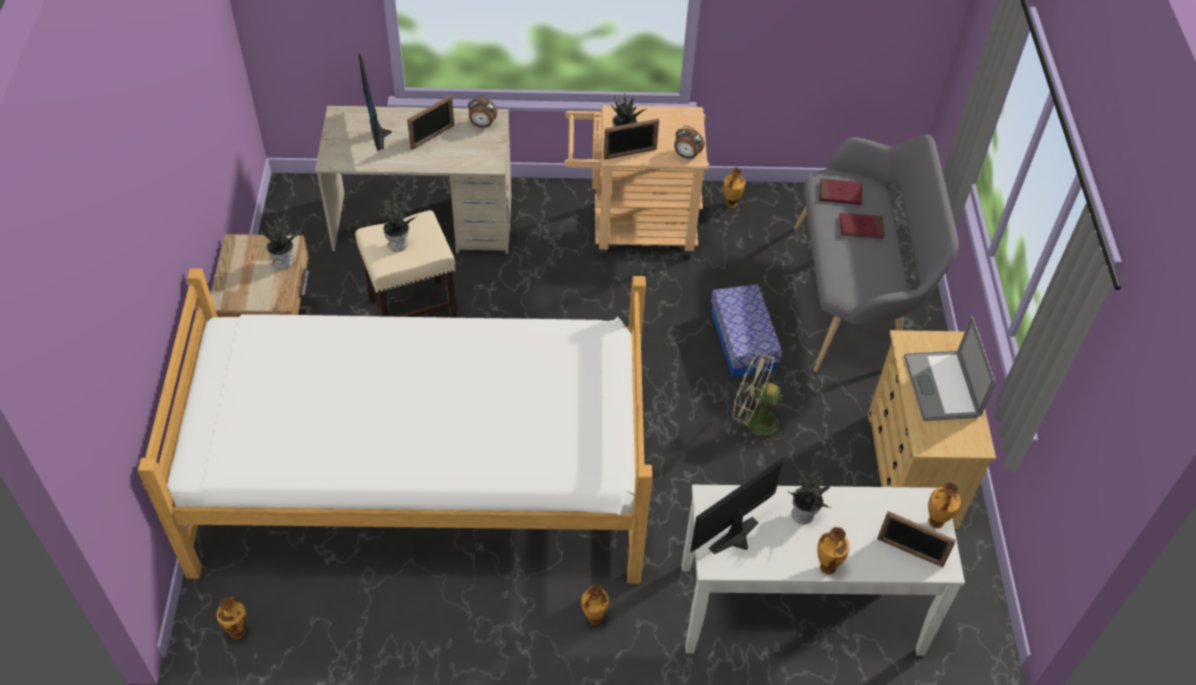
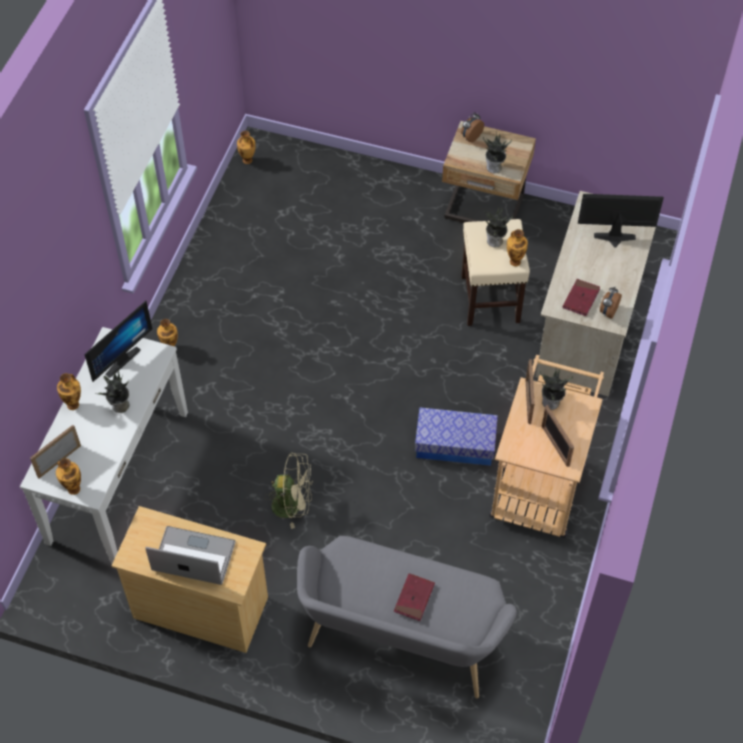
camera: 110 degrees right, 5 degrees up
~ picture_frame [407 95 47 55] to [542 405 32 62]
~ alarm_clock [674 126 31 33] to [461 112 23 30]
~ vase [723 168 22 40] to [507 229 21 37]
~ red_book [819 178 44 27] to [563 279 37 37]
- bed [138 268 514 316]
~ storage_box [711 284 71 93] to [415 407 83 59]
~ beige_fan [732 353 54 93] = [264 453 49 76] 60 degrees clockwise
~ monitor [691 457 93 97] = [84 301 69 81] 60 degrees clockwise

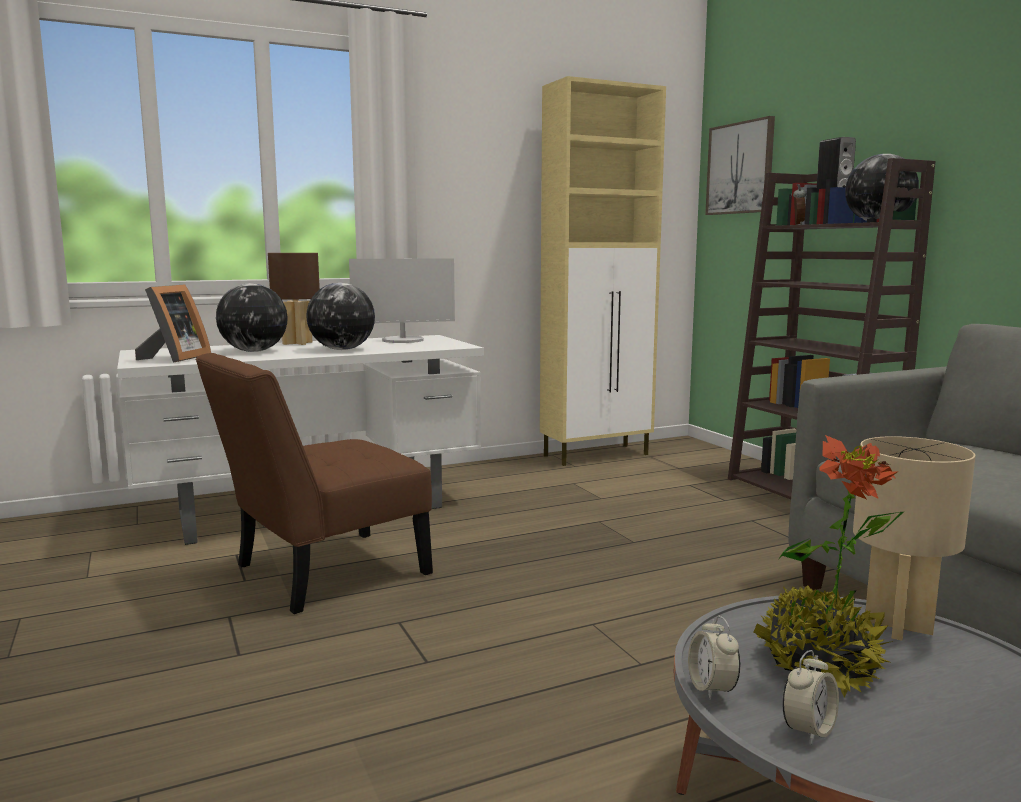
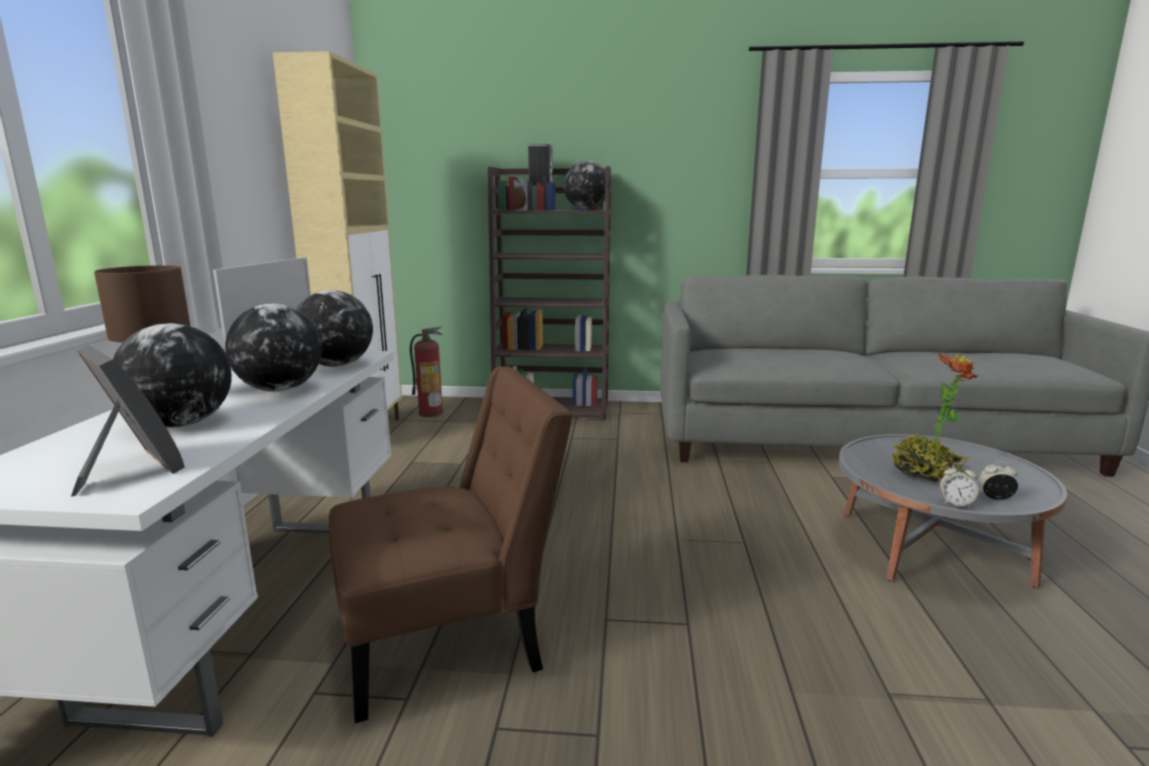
camera: 60 degrees left, 5 degrees up
- picture [705 116 70 99]
~ brown_chair [195 353 238 261] = [329 366 244 357] 105 degrees counterclockwise
- beige_table_lamp [853 436 123 205]
~ alarm_clock [782 650 57 94] = [978 461 40 39] 60 degrees counterclockwise
+ globe [297 290 76 77]
+ fire_extinguisher [410 326 33 91]

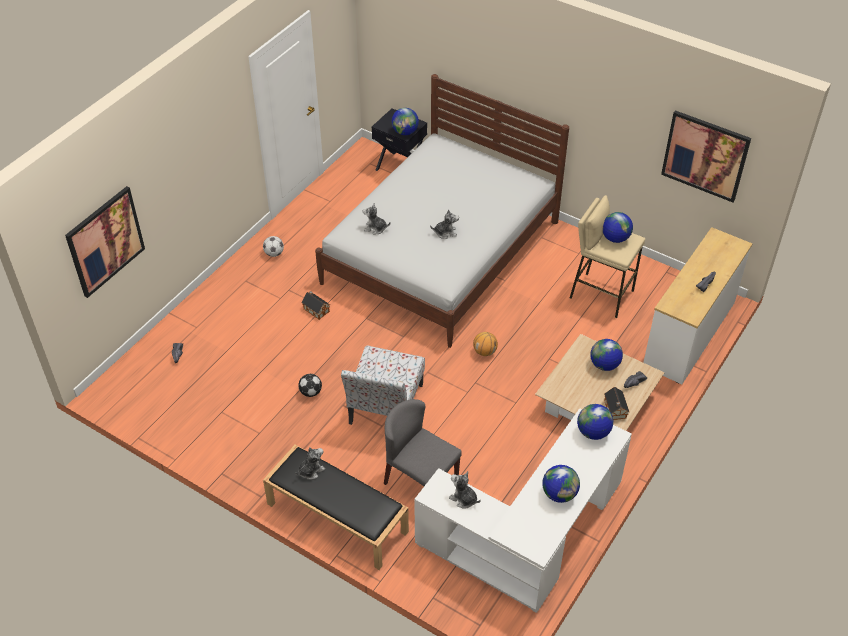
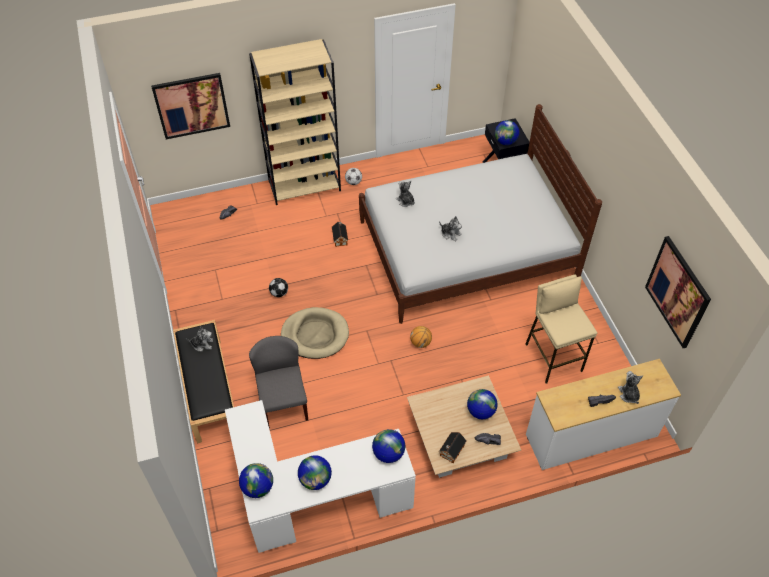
camera: 40 degrees right, 5 degrees up
~ globe [603 212 30 31] to [239 463 34 35]
~ chair [341 346 84 79] to beige_dog_bed [281 307 68 52]
~ plush_toy [449 471 32 38] to [618 371 25 33]
+ beige_bookcase [249 39 92 166]

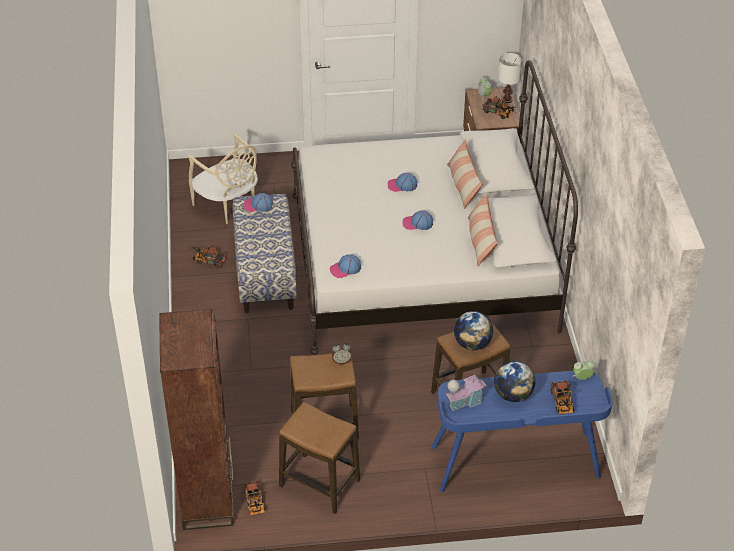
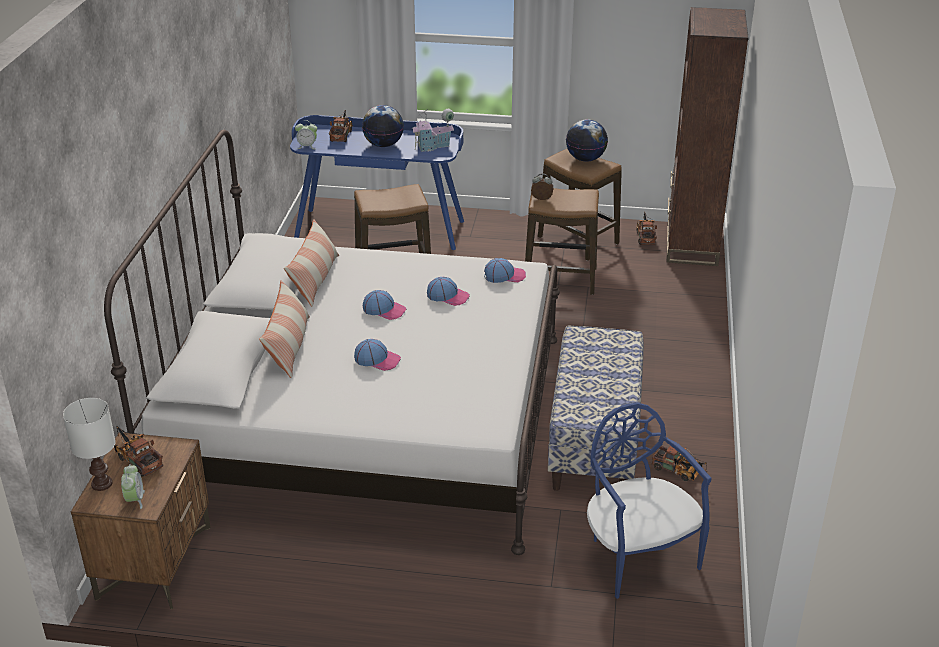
camera: 165 degrees left, 10 degrees down
~ beige_chair [188 134 70 90] to blue_chair [587 403 125 196]
~ cap [243 193 30 19] to [427 277 43 29]
~ globe [454 311 39 39] to [566 119 42 43]

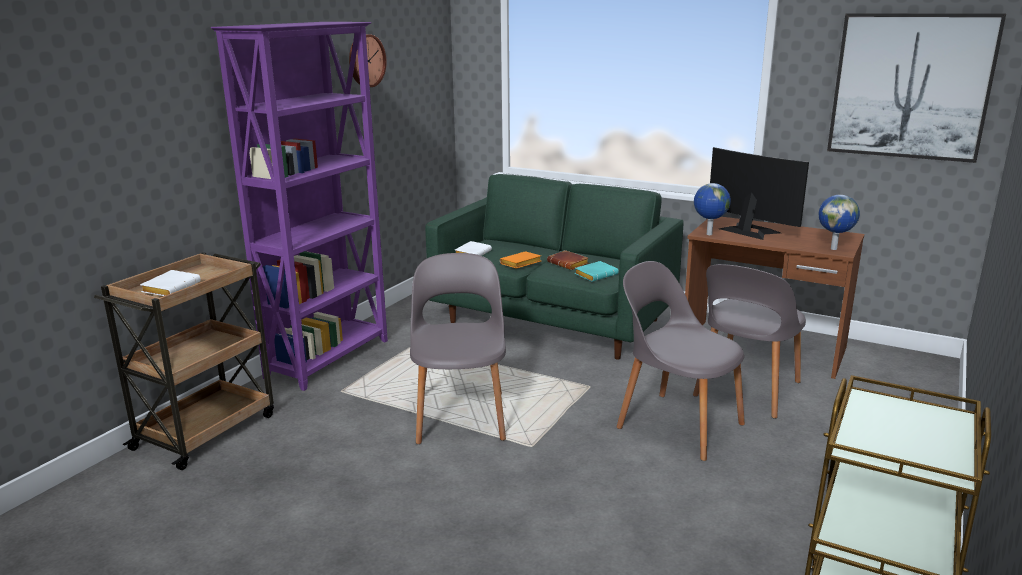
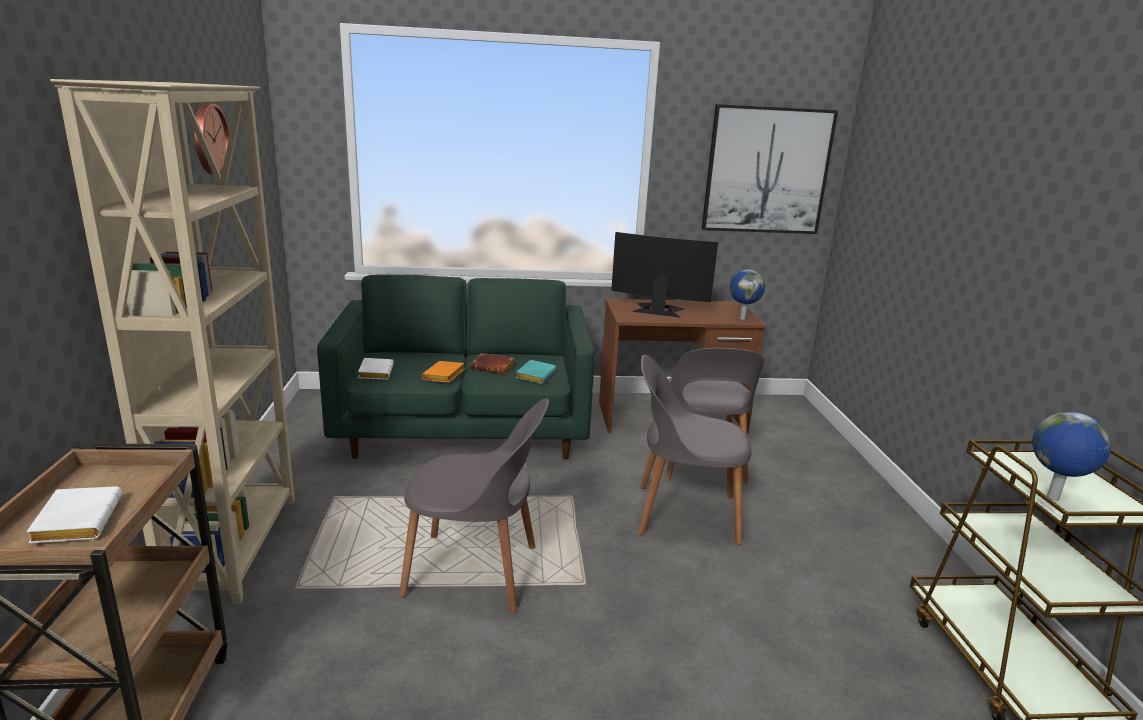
camera: 35 degrees left, 0 degrees up
~ purple_bookcase [211 22 177 369] to beige_bookcase [50 79 245 525]
~ globe [694 183 37 52] to [1032 412 79 89]
~ grey_chair [410 253 96 191] = [399 398 150 214] 135 degrees clockwise

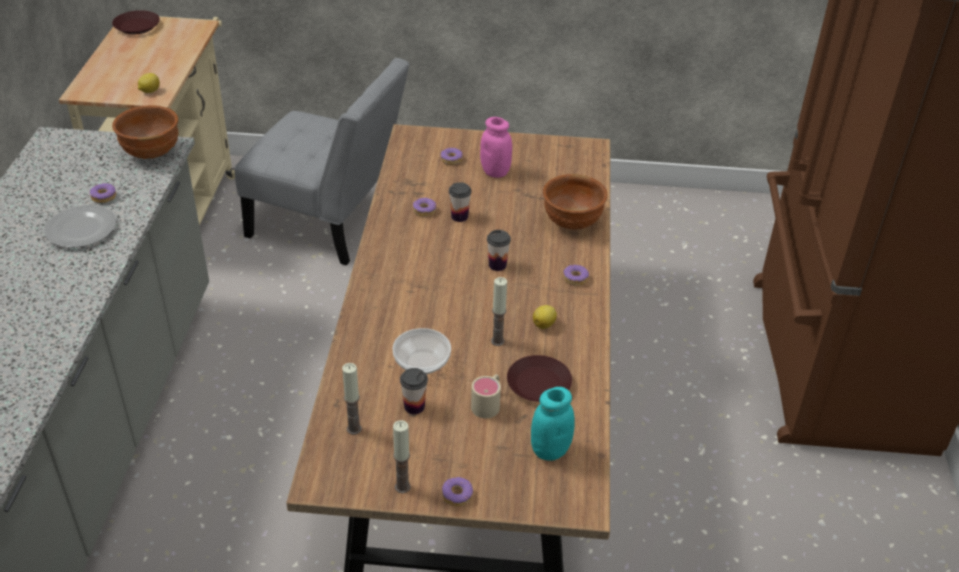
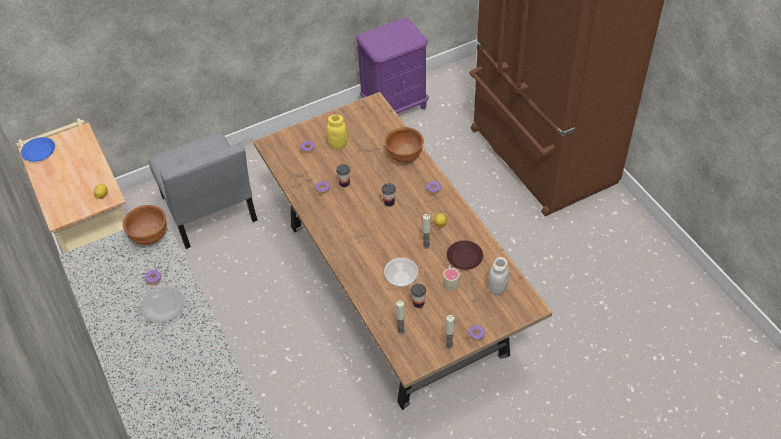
camera: 30 degrees left, 10 degrees up
~ brown_plate [112 10 48 24] to blue_plate [21 137 34 25]
~ grey_chair [235 58 175 207] = [148 132 110 117] 75 degrees clockwise
~ pink_jar [480 117 32 61] to yellow_jar [327 115 21 34]
~ turquoise_jar [531 387 44 74] to white_jar [488 257 21 38]
+ purple_nightstand [355 17 74 96]

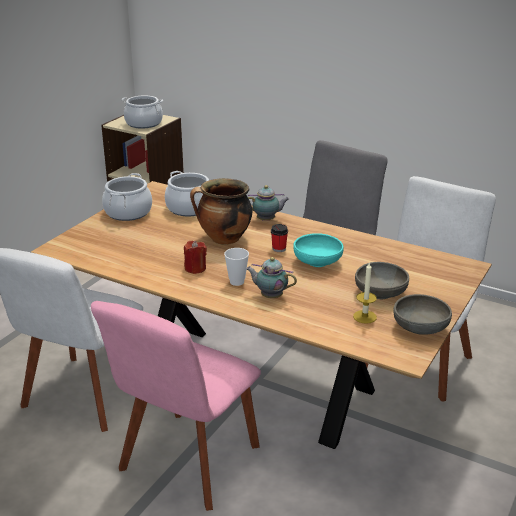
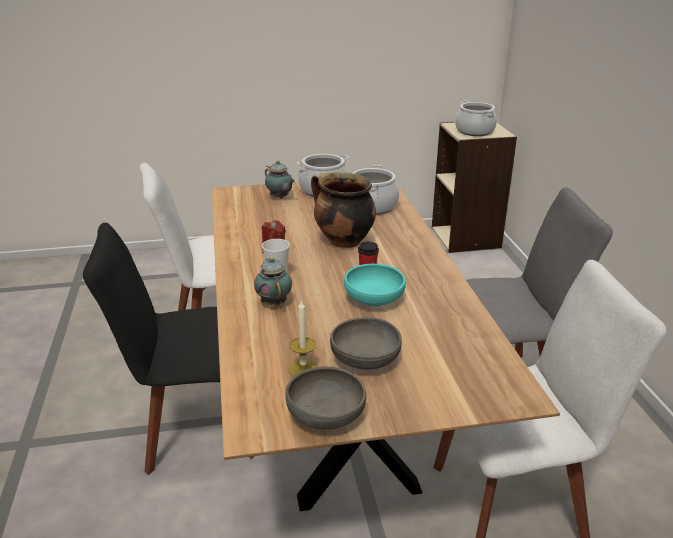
camera: 50 degrees right, 0 degrees up
~ teapot [248 185 41 35] to [265 161 30 37]
~ pink_chair [91 301 170 210] to black_chair [83 223 171 252]

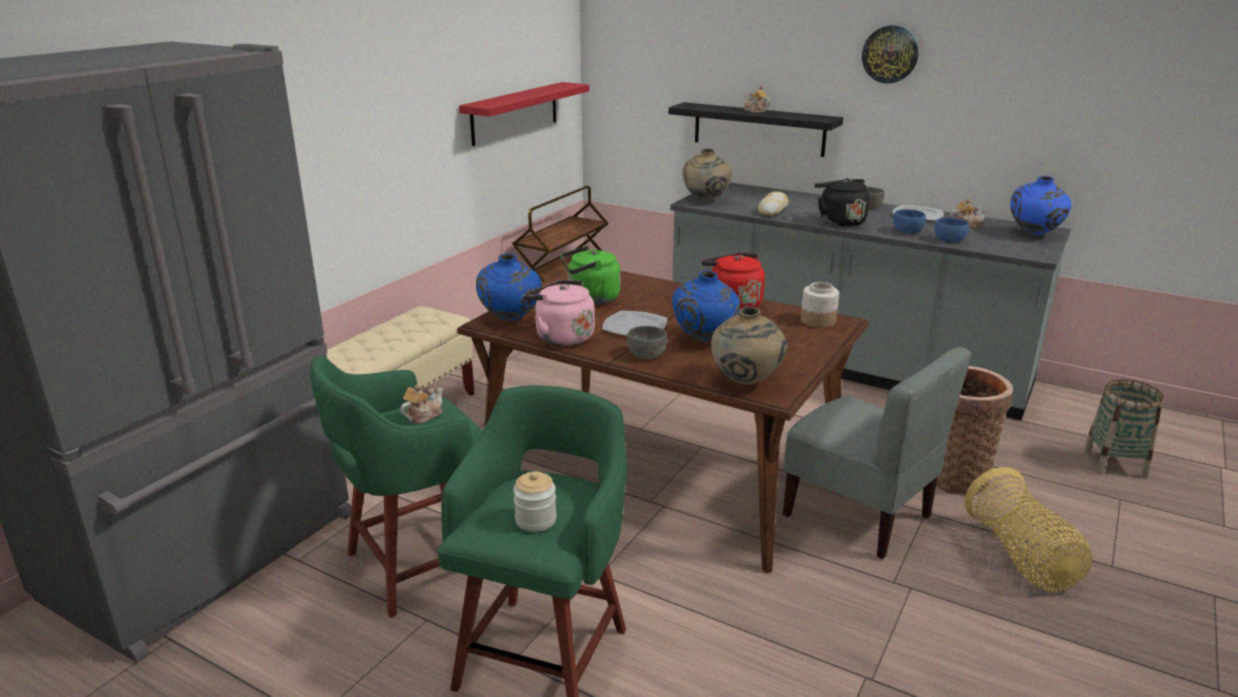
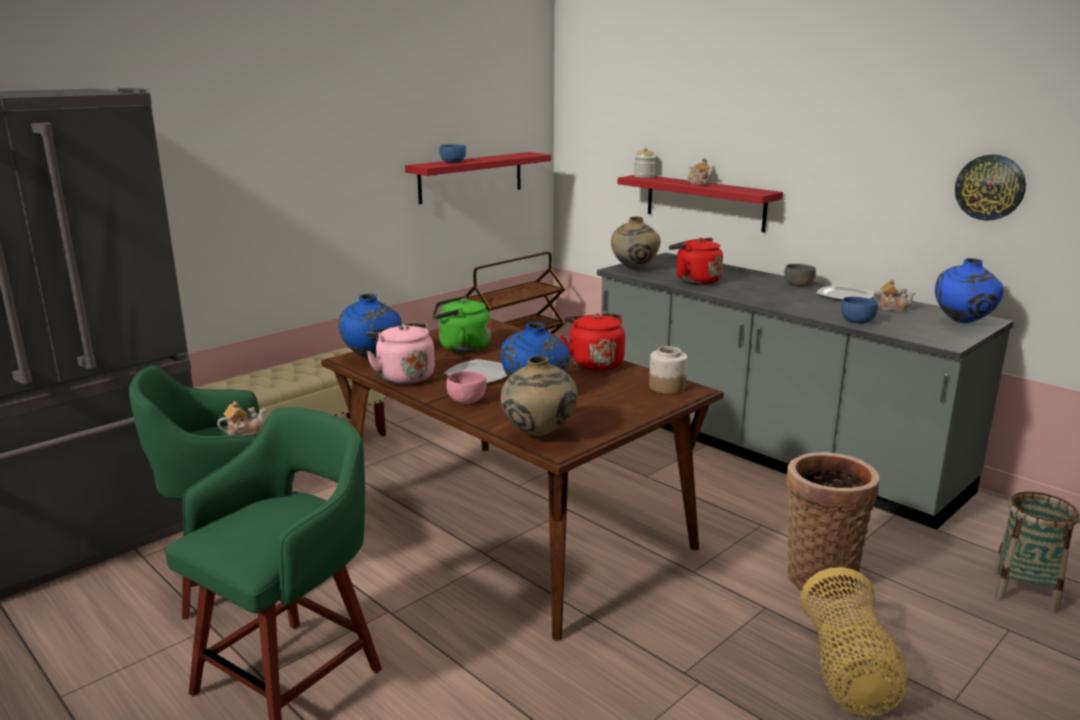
camera: 15 degrees right, 5 degrees down
~ wall_clock [862 25 57 59] to [955 154 71 67]
~ black_shelf [669 102 174 55] to red_shelf [618 175 165 58]
- black_kettle [814 178 55 49]
~ bread [758 191 31 25] to red_kettle [669 238 54 47]
~ blue_bowl [893 209 33 25] to [439 144 27 19]
~ grey_bowl [627 326 40 33] to pink_bowl [446 371 41 33]
- grey_chair [783 347 189 212]
~ jar [513 472 44 60] to [634 147 22 31]

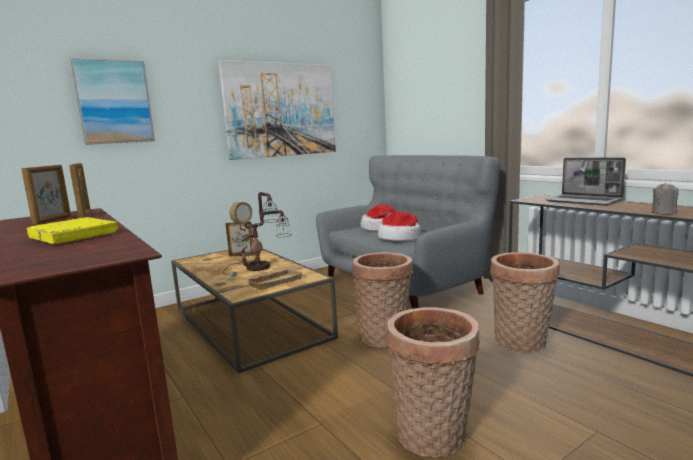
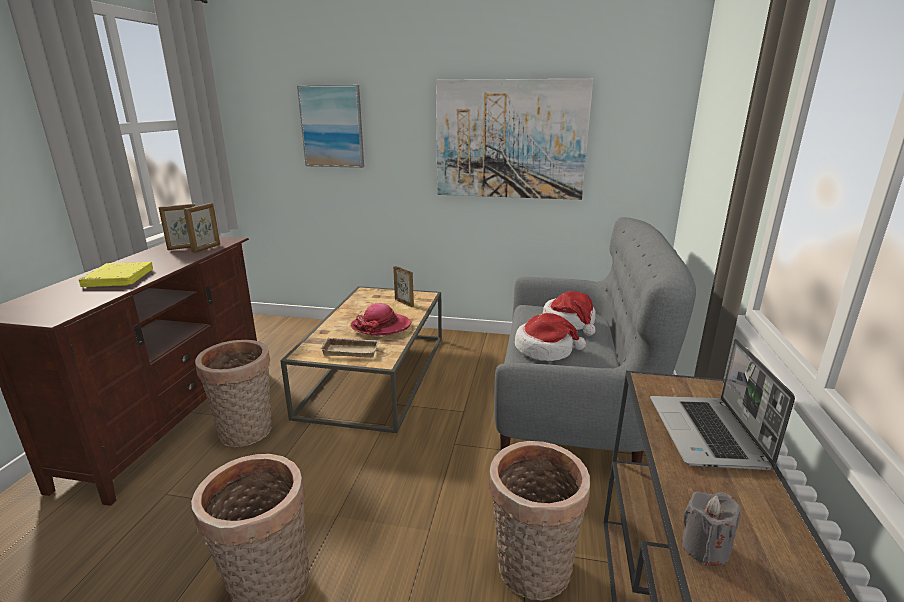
camera: 45 degrees right, 10 degrees up
~ table_lamp [223 192 68 85] to hat [351 303 60 33]
~ basket [352 252 61 96] to [195 340 77 107]

